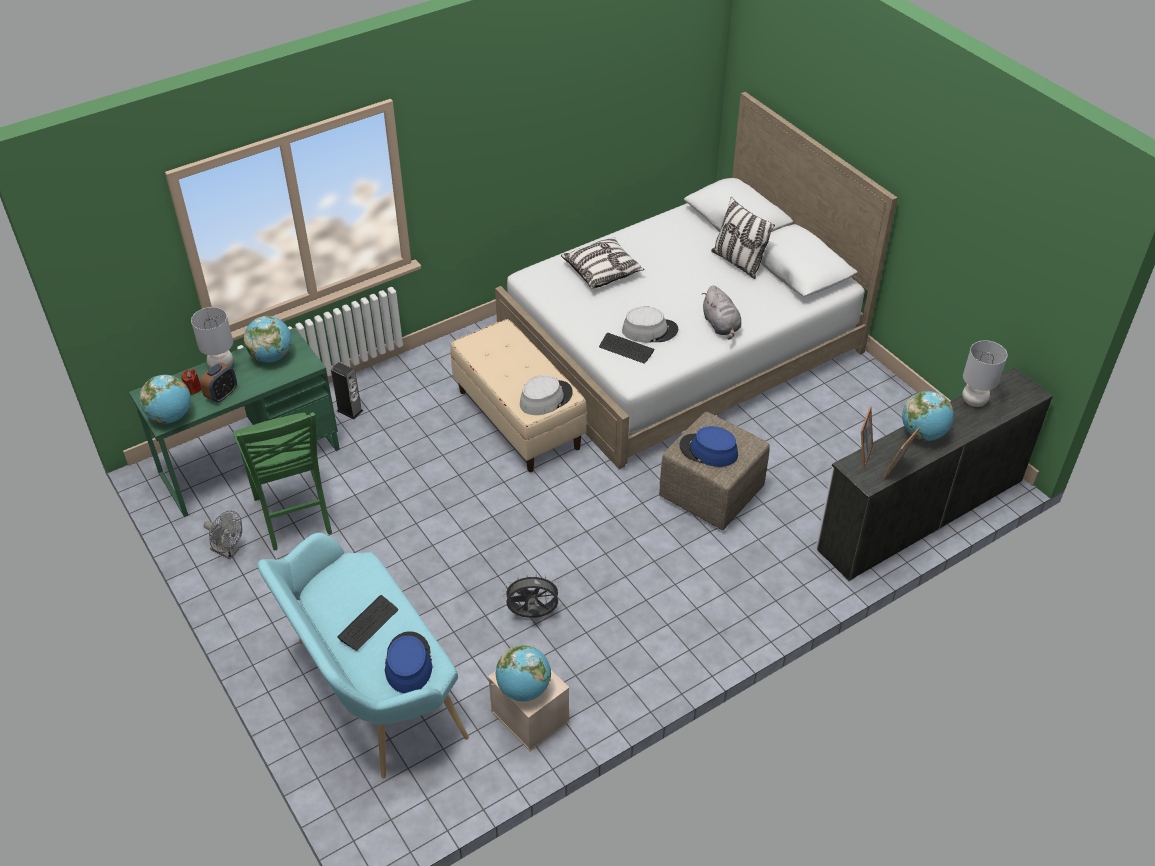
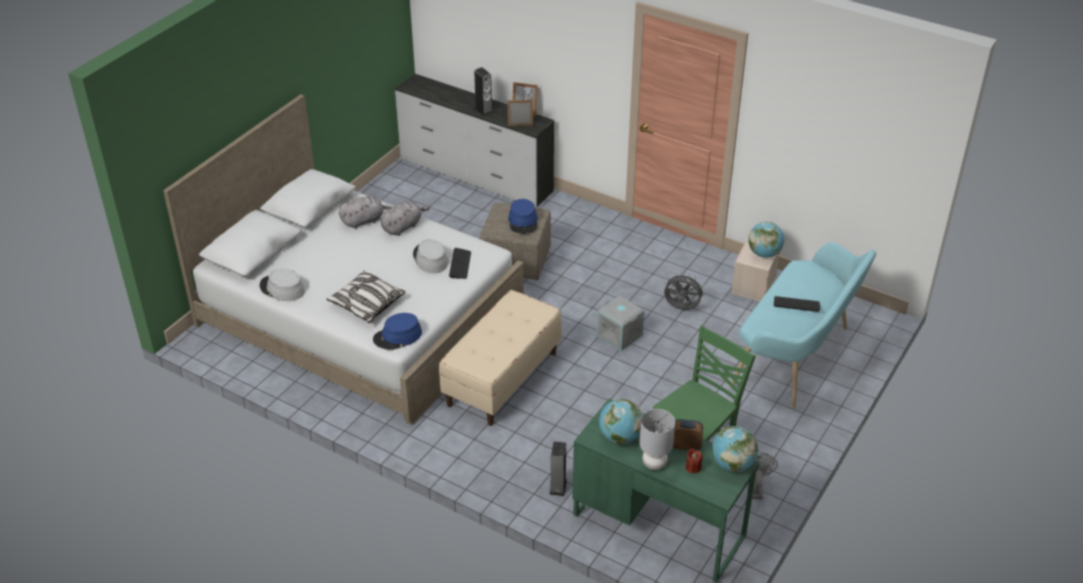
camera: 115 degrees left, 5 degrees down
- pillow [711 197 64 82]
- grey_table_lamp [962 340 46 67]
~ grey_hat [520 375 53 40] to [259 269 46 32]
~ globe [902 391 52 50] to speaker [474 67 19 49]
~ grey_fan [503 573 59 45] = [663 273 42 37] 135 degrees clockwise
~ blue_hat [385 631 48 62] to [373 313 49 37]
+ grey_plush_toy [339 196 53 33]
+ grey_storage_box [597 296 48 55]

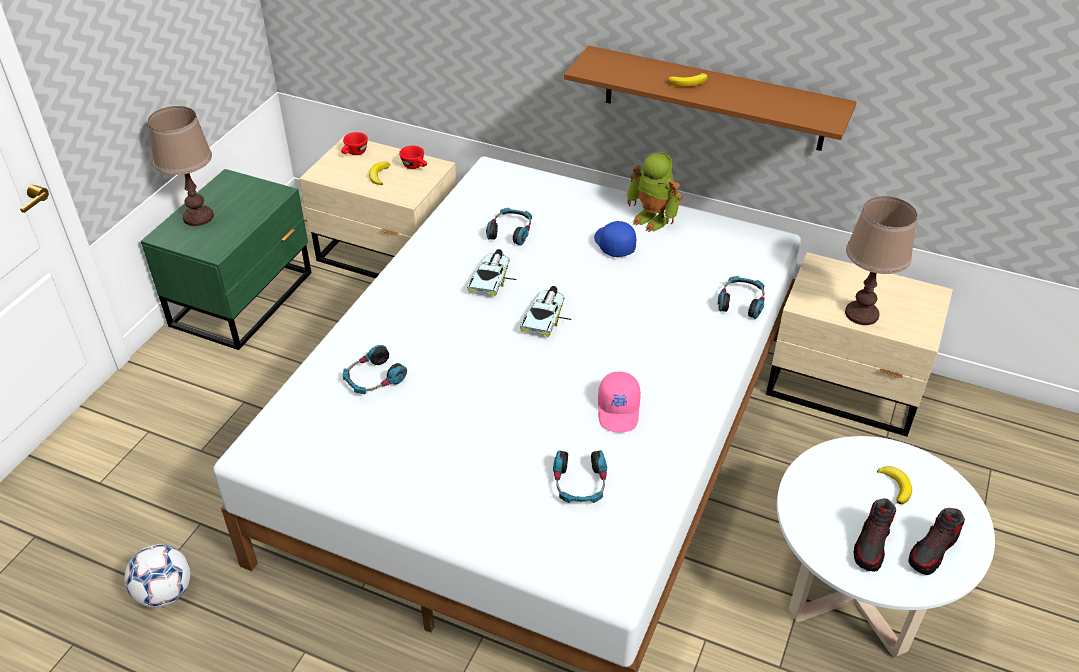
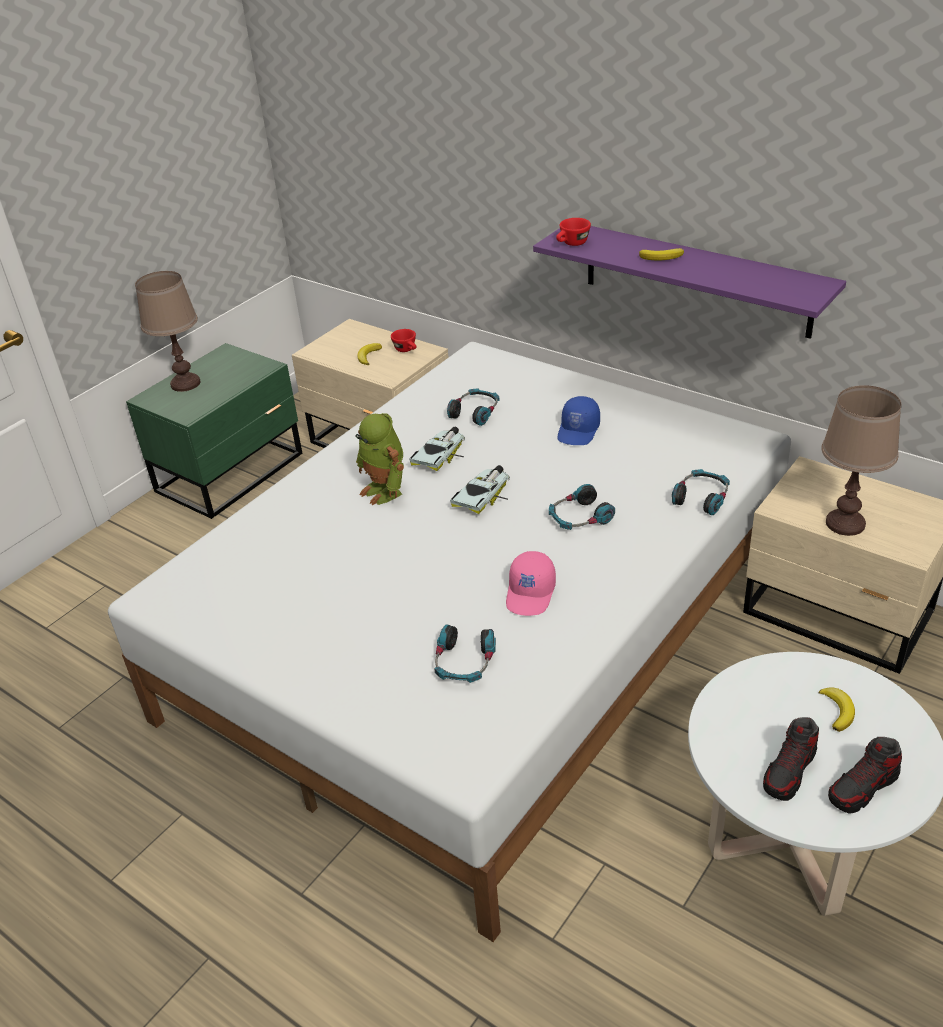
camera: 15 degrees right, 5 degrees down
~ brown_shelf [564 46 292 105] to purple_shelf [533 226 313 113]
~ red_cup [341 132 27 23] to [556 218 35 28]
~ toy_robot [627 152 56 80] to [355 413 49 92]
~ blue_cap [594 221 42 36] = [557 396 43 49] 150 degrees counterclockwise
~ headphones [343 345 64 49] to [549 484 66 46]
- football [124 544 66 64]

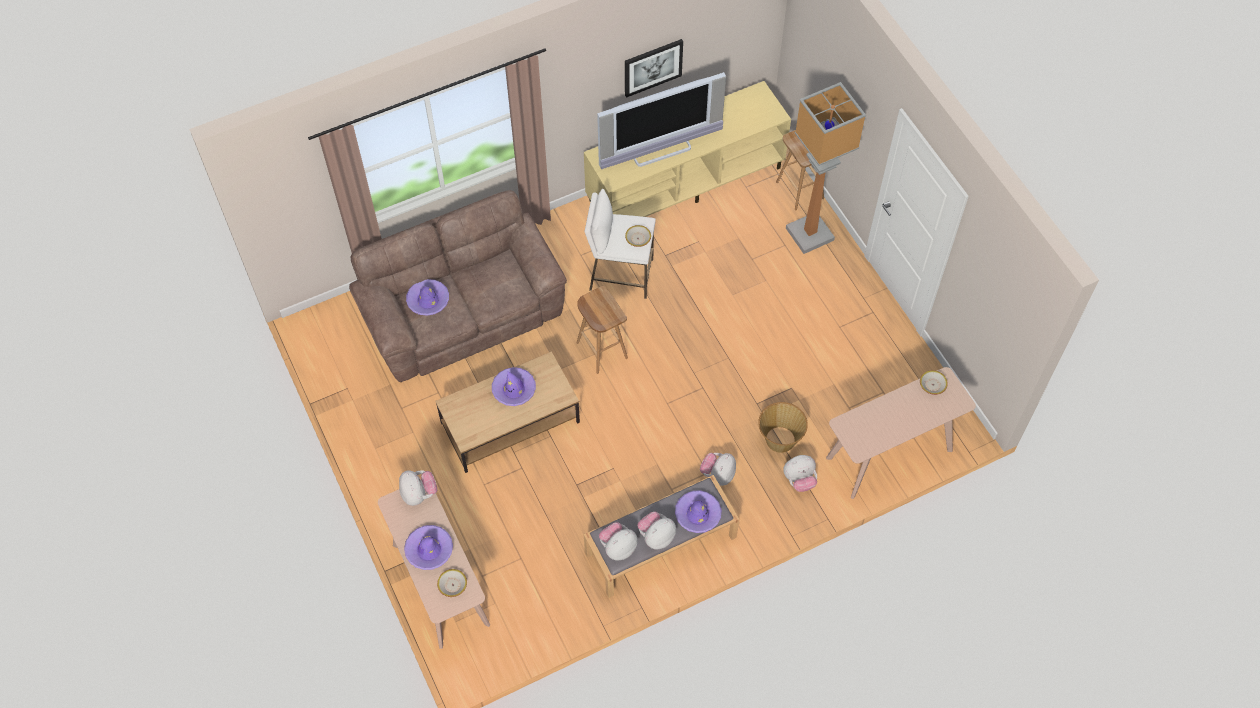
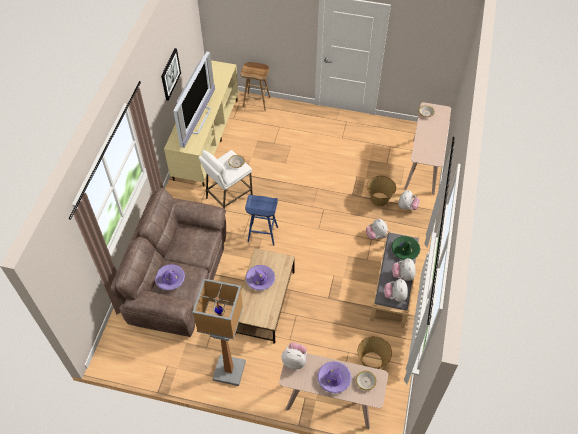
camera: 50 degrees left, 5 degrees down
~ floor_lamp [786 82 80 172] to [192 279 54 107]
~ brown_stool [576 286 52 88] to blue_stool [245 195 33 51]
~ purple_hat [675 490 46 43] to green_hat [391 236 29 24]
+ basket [358 336 34 33]

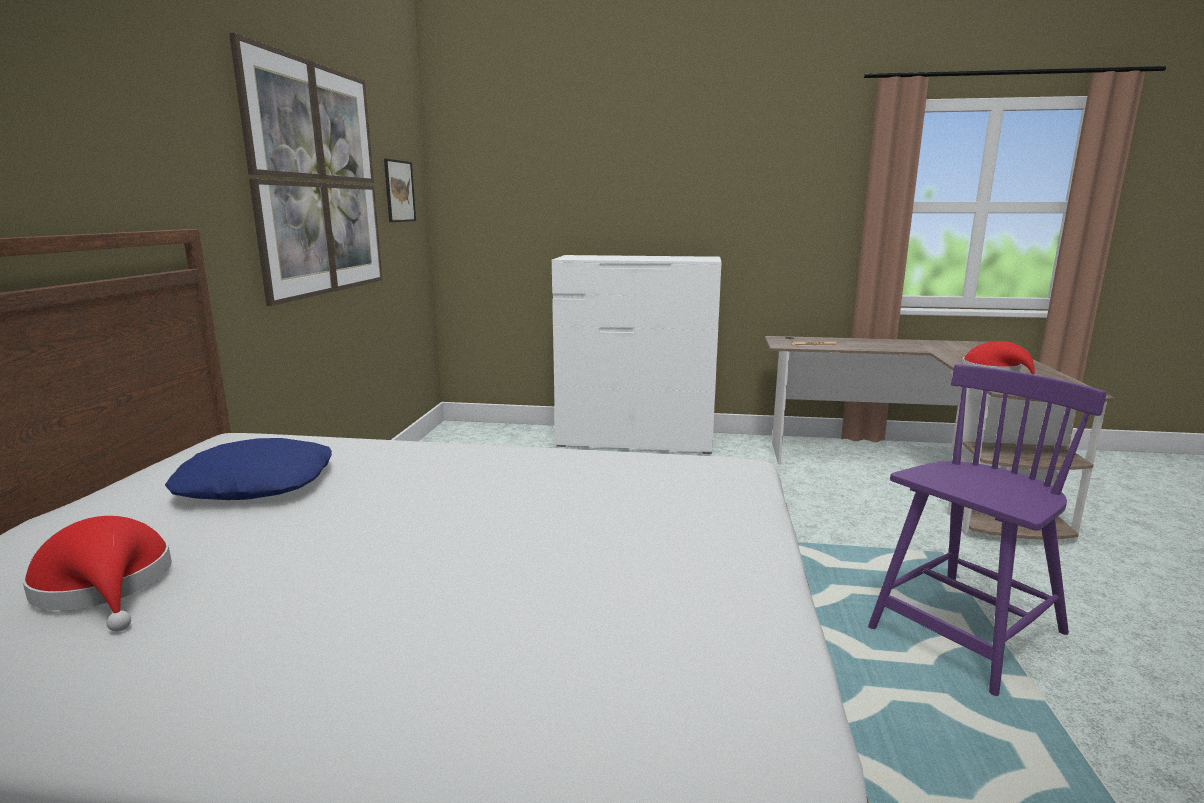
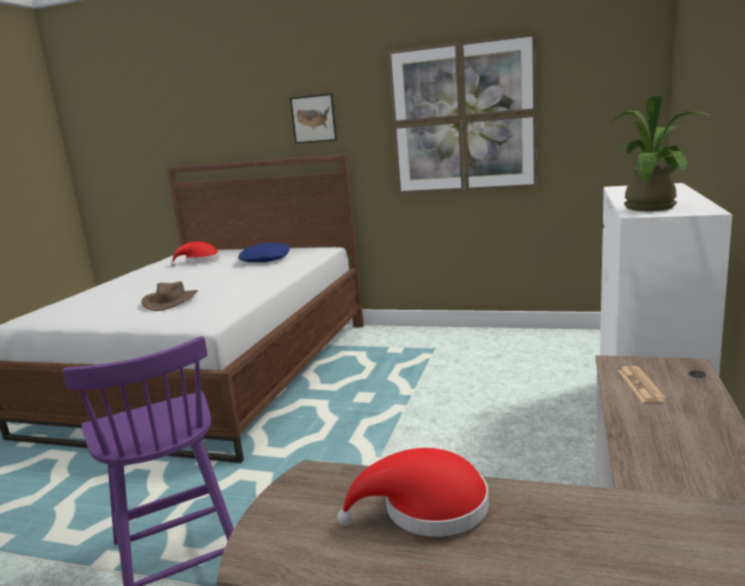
camera: 100 degrees right, 0 degrees up
~ picture [384 159 32 63] to [290 93 47 51]
+ potted_plant [609 95 103 116]
+ brown_hat [142 281 56 30]

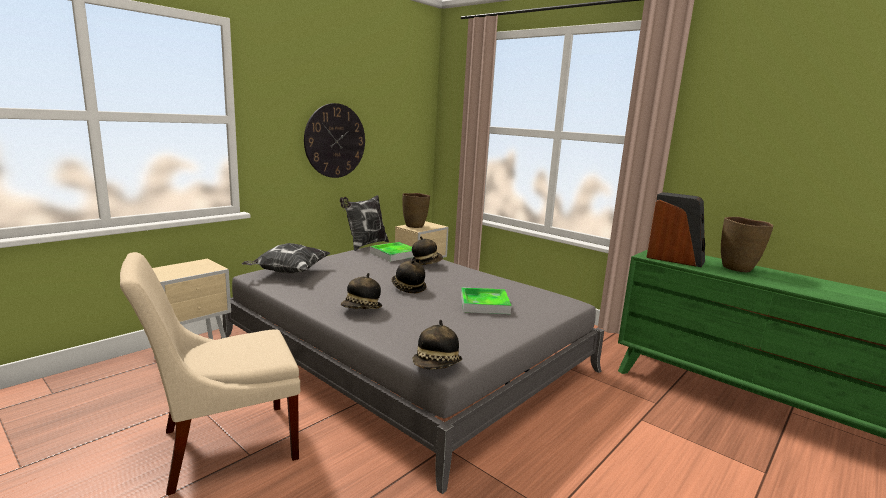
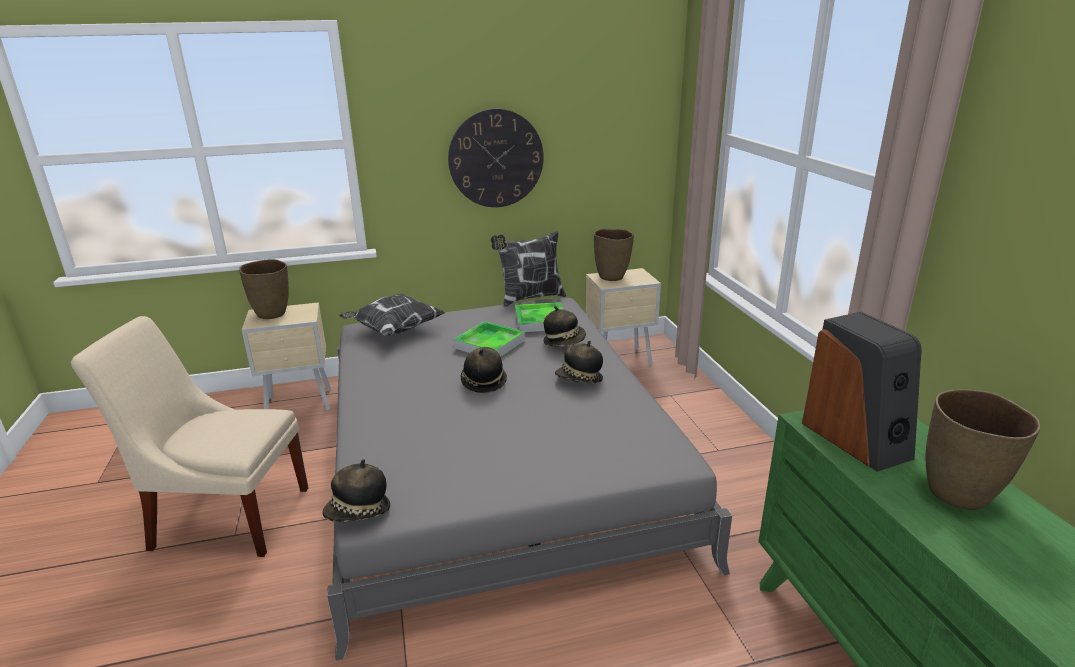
camera: 35 degrees right, 10 degrees up
~ hat [341 273 41 36] to [555 341 48 43]
~ tray [461 287 51 27] to [454 321 71 36]
+ brown_vase [239 259 50 60]

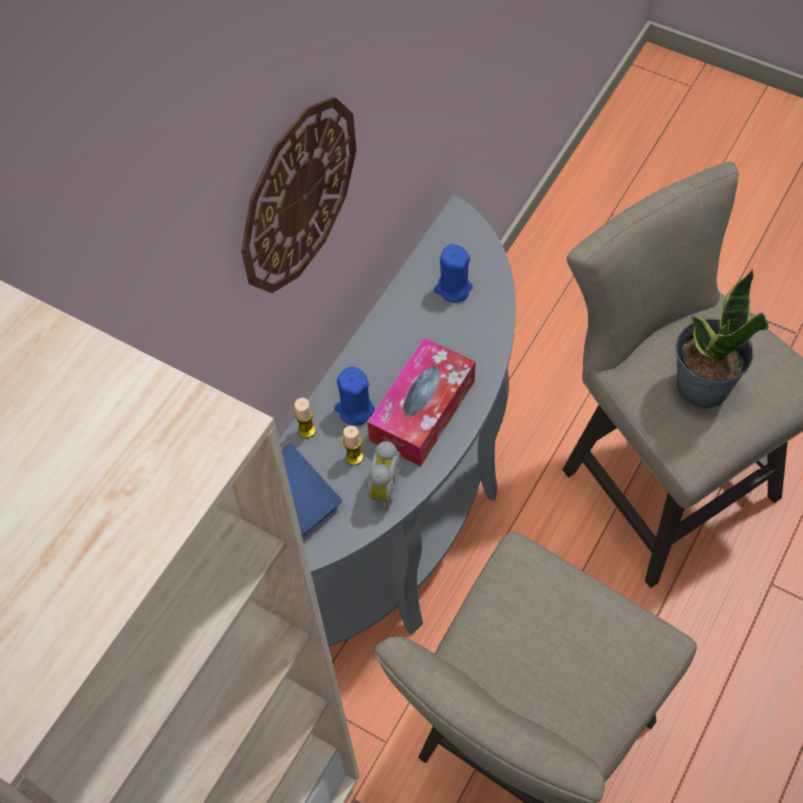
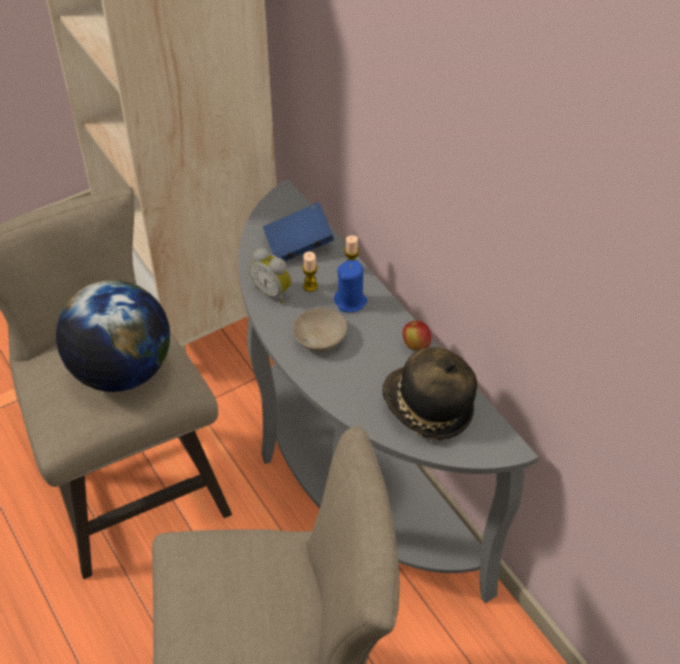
camera: 115 degrees right, 10 degrees down
- wall_clock [241 97 116 196]
~ blue_candle [434 244 39 58] to hat [382 347 95 93]
- potted_plant [675 269 94 140]
~ tissue_box [367 338 109 128] to beige_bowl [293 308 54 43]
+ globe [56 280 114 112]
+ apple [403 321 28 30]

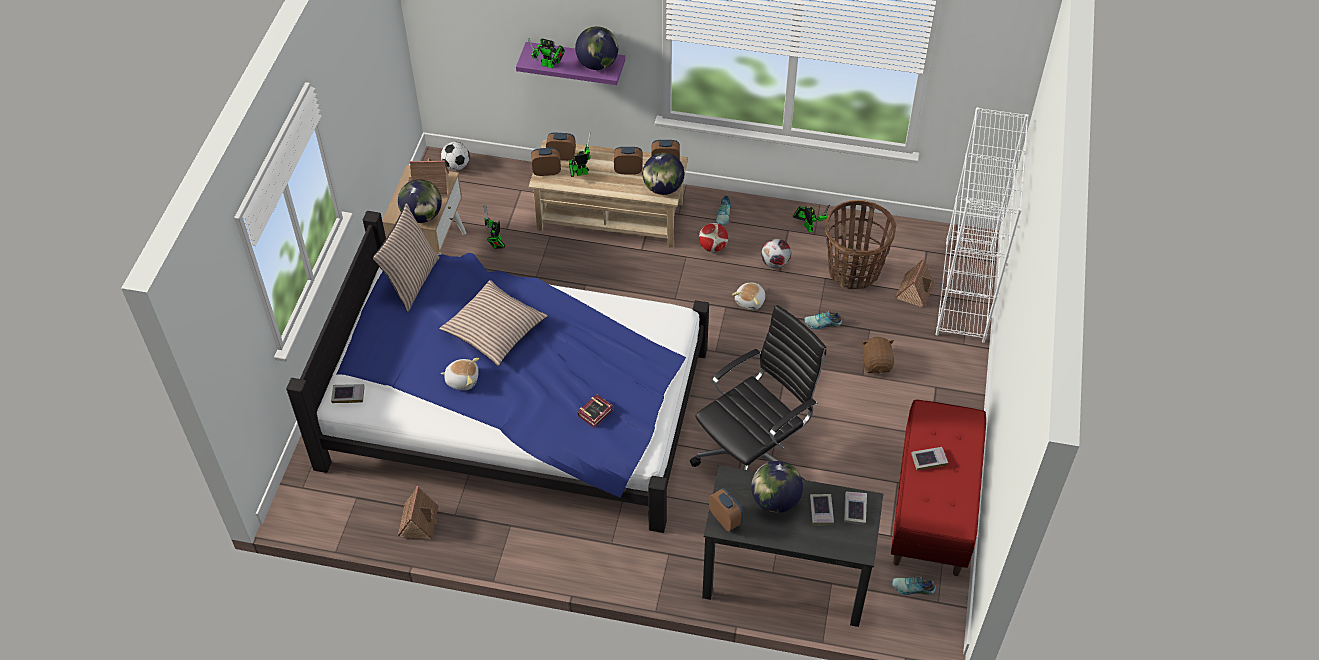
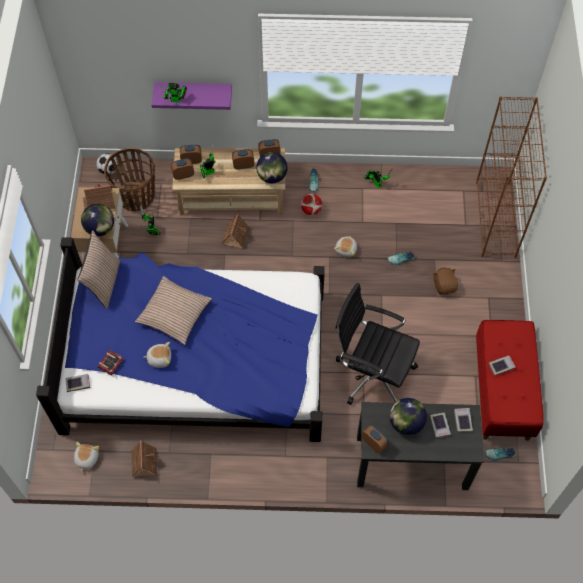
camera: 10 degrees left, 10 degrees up
- globe [575 26 43 44]
~ white_bookcase [935 107 94 236] to brown_bookcase [476 96 71 162]
~ basket [825 200 71 89] to [104 148 51 63]
- football [761 239 30 30]
~ toy_house [895 258 40 49] to [222 213 27 35]
~ black_office_chair [690 305 136 175] = [335 283 85 122] 105 degrees counterclockwise
~ book [577 394 36 34] to [98 350 26 26]
+ plush_toy [74 442 25 30]

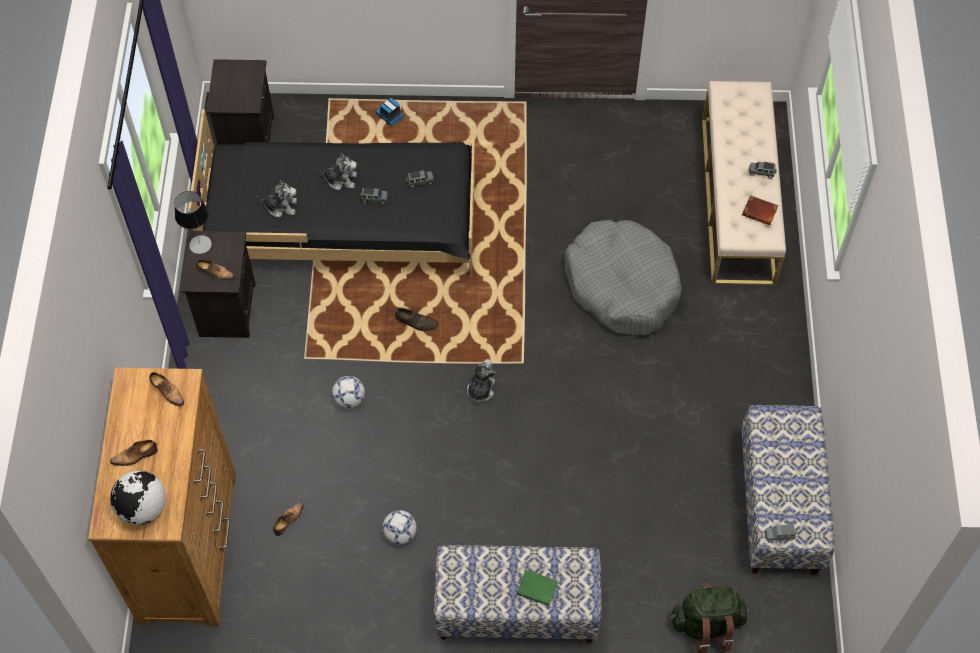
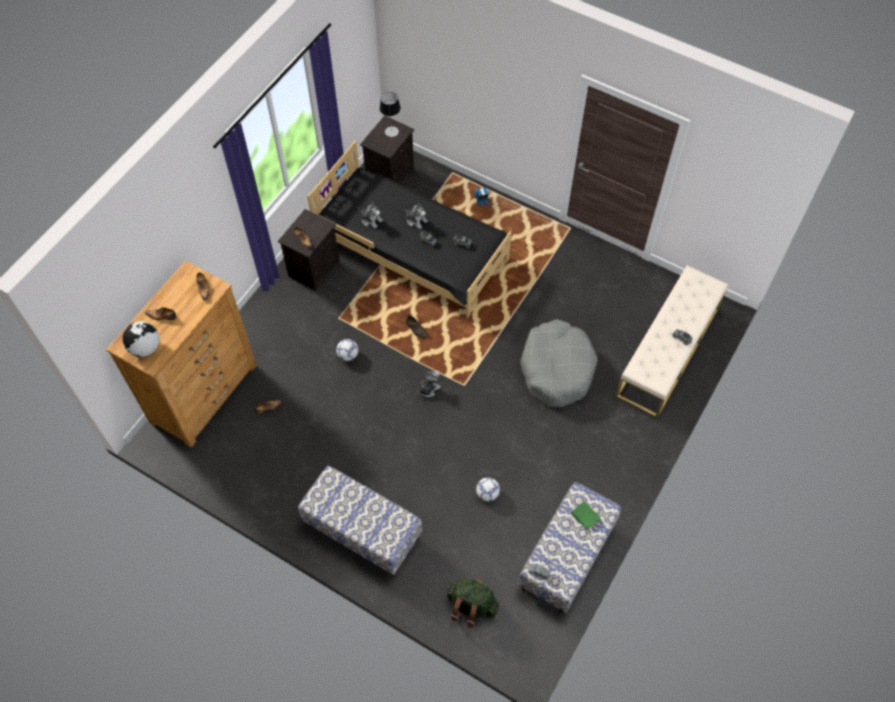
camera: 30 degrees right, 0 degrees up
~ table_lamp [174 191 38 63] to [380 92 21 45]
- brown_book [742 195 36 30]
~ football [383 510 34 35] to [476 478 24 24]
~ green_book [517 570 41 36] to [571 501 29 29]

